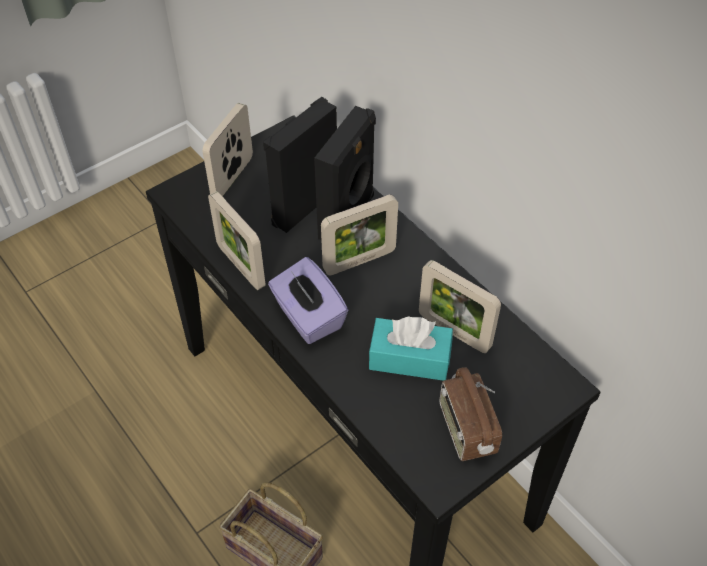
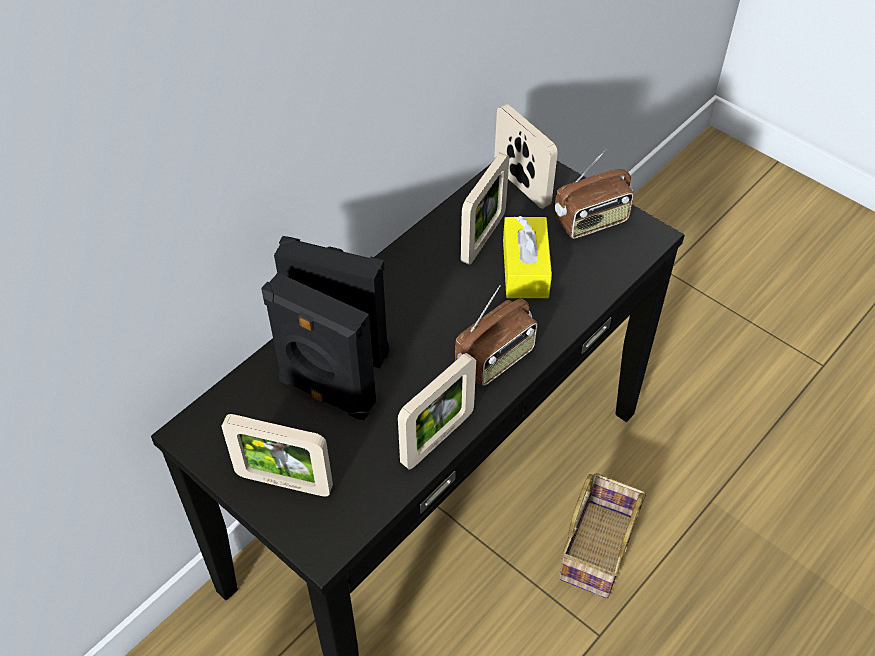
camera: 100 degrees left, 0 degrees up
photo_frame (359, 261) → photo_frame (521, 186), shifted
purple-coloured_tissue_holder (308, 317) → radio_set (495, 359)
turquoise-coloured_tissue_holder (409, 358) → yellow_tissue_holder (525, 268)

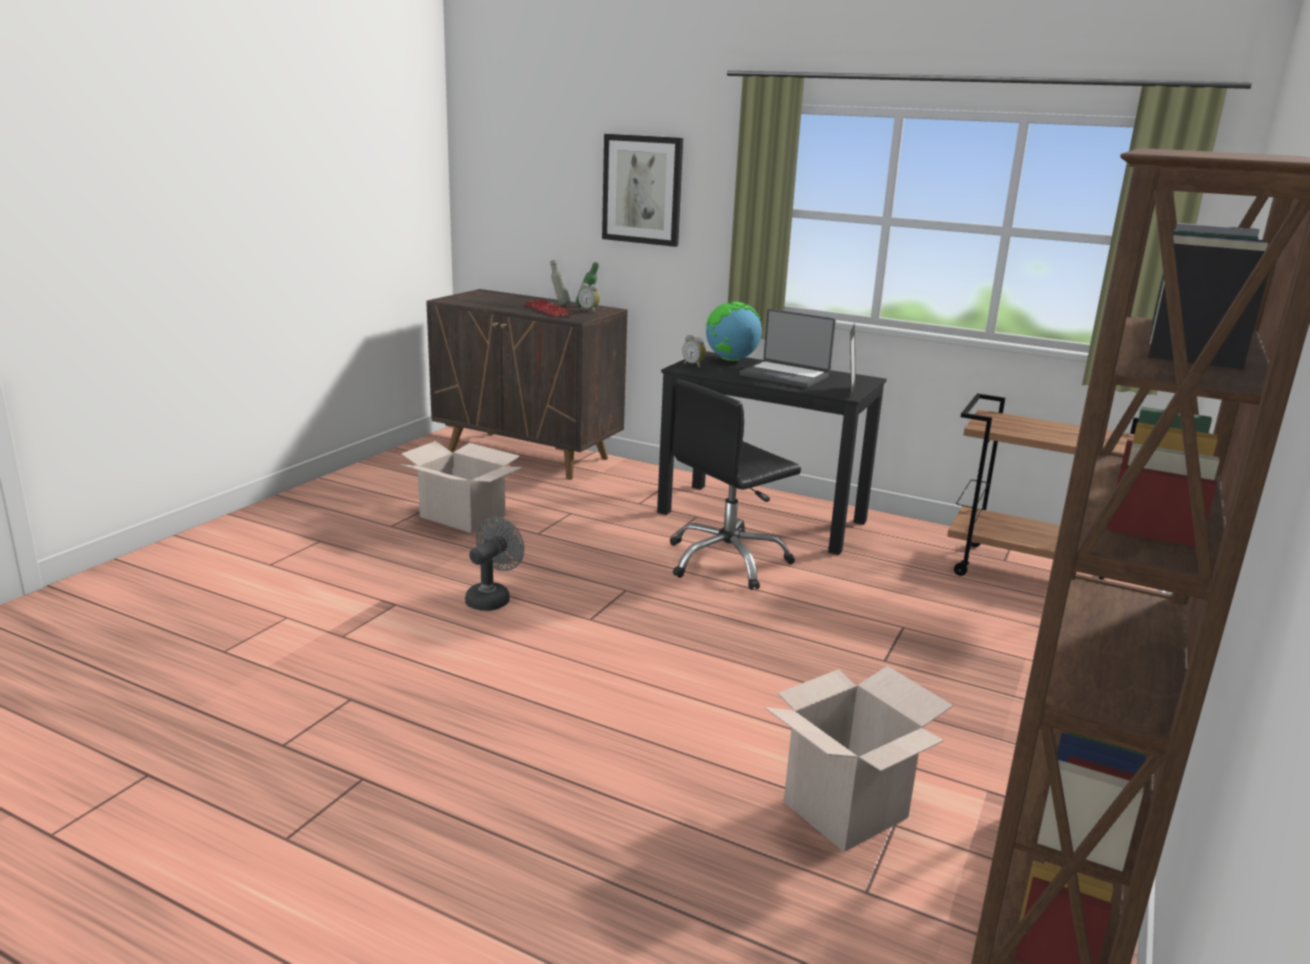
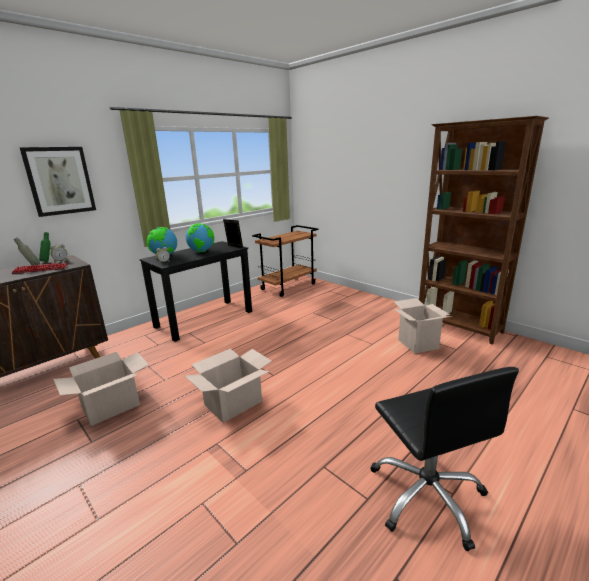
camera: 70 degrees left, 0 degrees up
black_office_chair (727, 561) → black_office_chair (427, 495), shifted
grey_fan (492, 598) → carton (233, 403)
portable_computer (785, 376) → world_globe (201, 251)

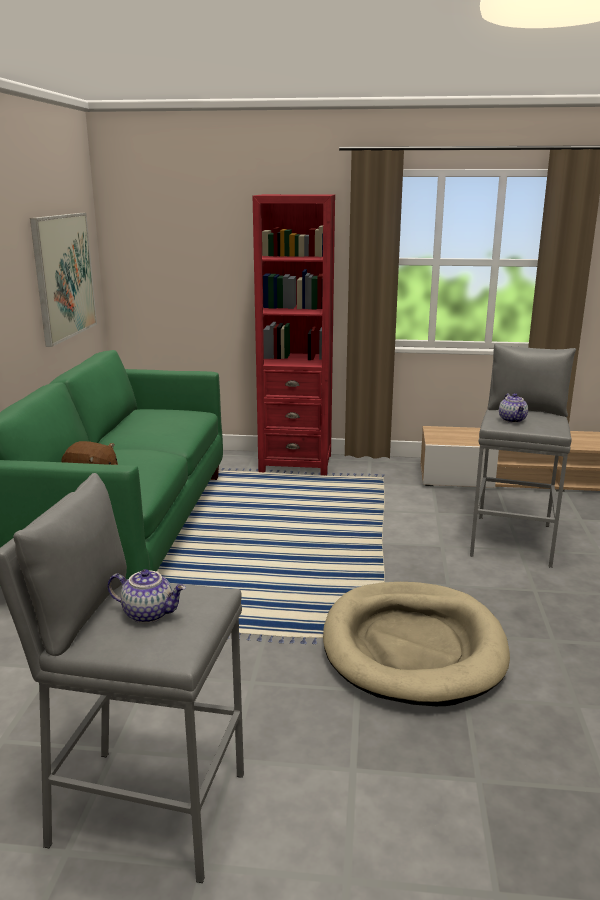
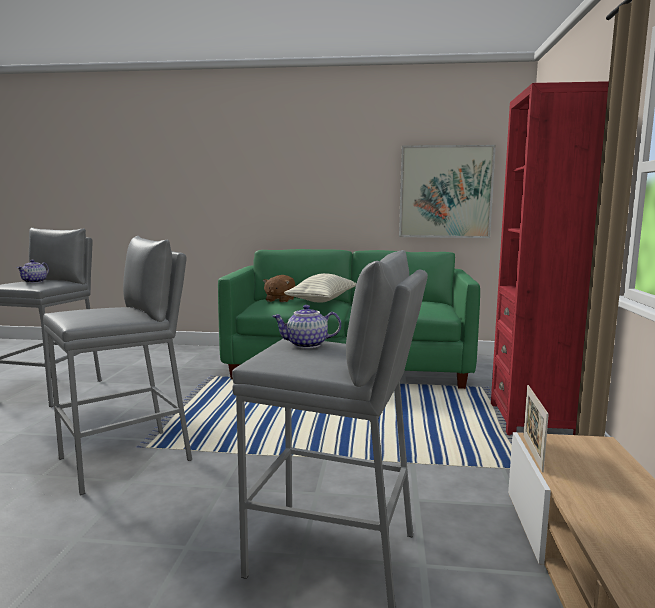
camera: 90 degrees right, 10 degrees down
- → throw_pillow (322, 301)
- → photo_frame (532, 452)
beige_pet_bed (412, 647) → grey_stool (126, 459)

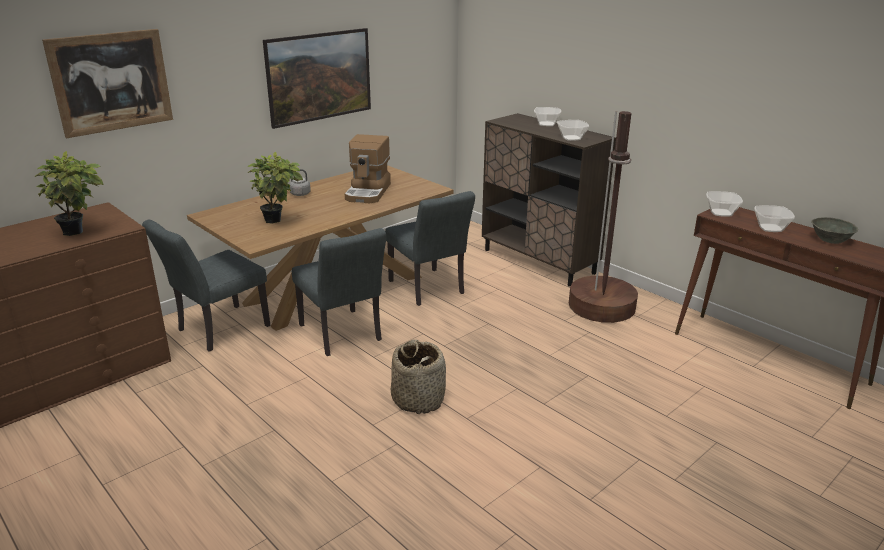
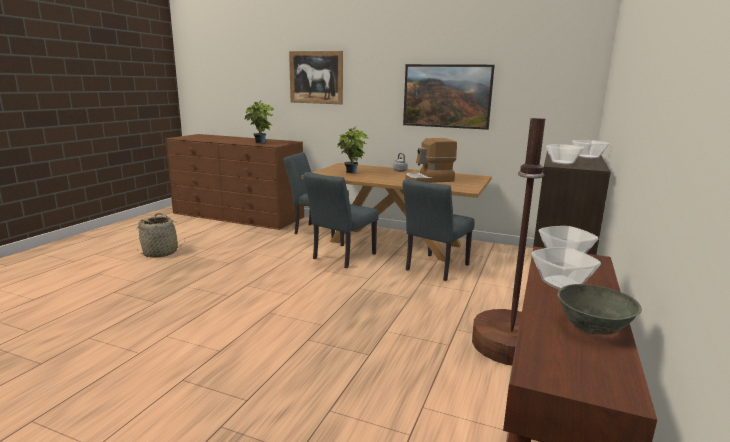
camera: 65 degrees right, 10 degrees down
storage_basket (418, 399) → storage_basket (161, 253), shifted

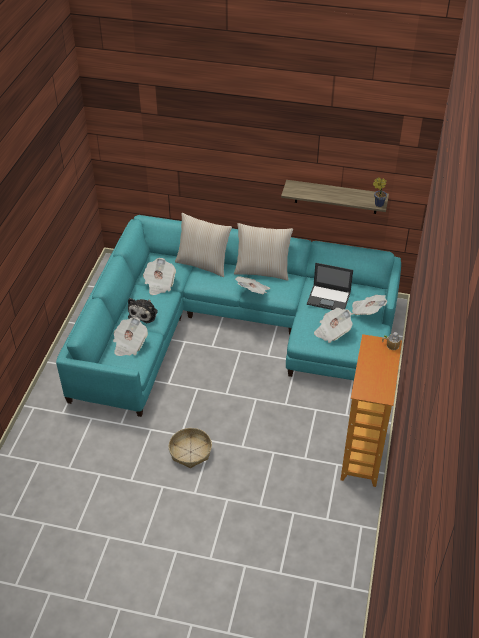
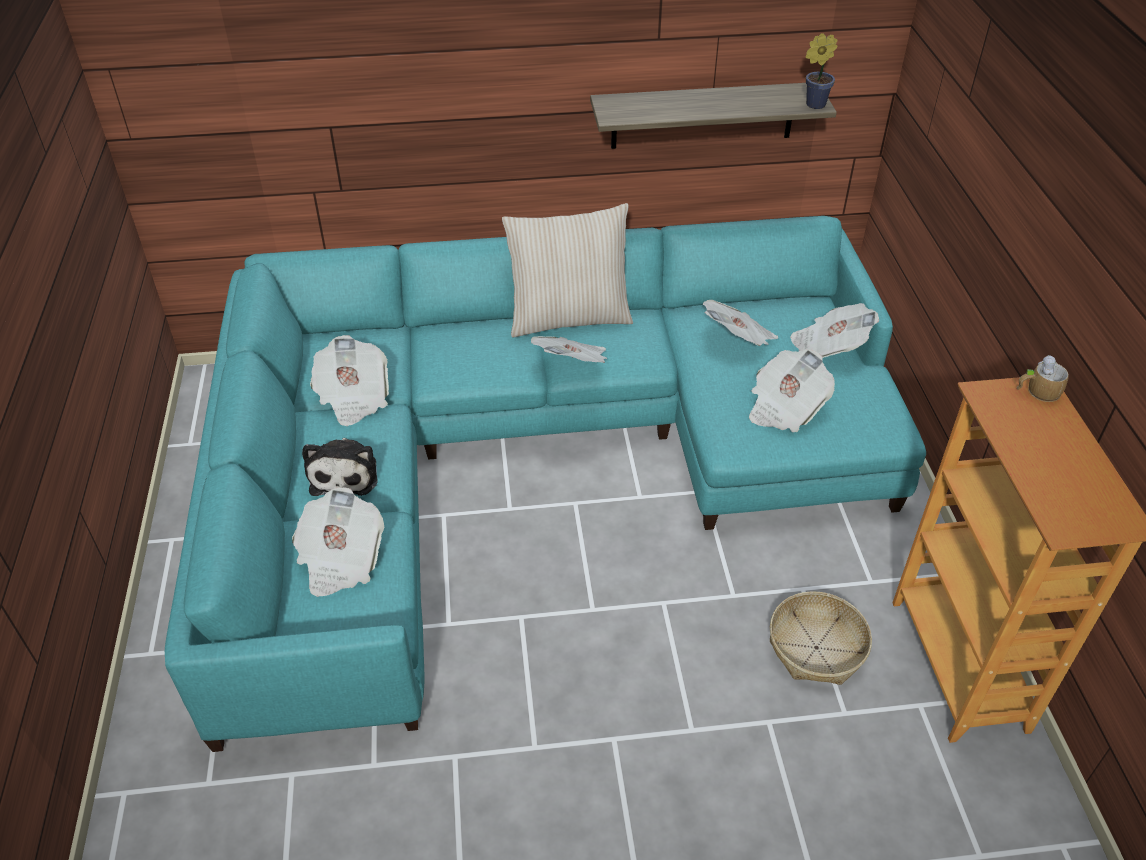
camera: 20 degrees left, 0 degrees up
beige_throw_pillow (203, 264) → -
storage_basket (190, 452) → storage_basket (816, 648), shifted
portable_computer (329, 298) → newspaper (738, 339)

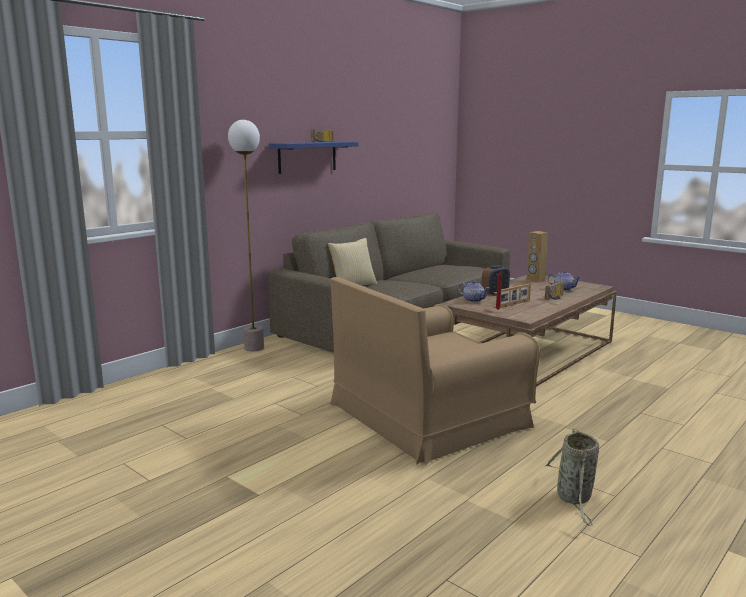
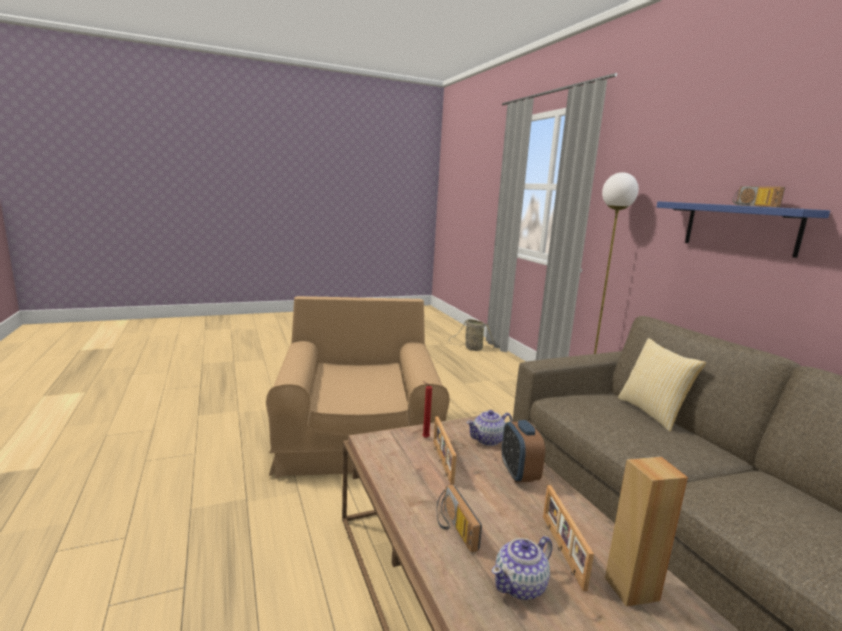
camera: 115 degrees right, 0 degrees up
- → photo_frame (561, 550)
storage_basket (574, 499) → storage_basket (472, 348), shifted

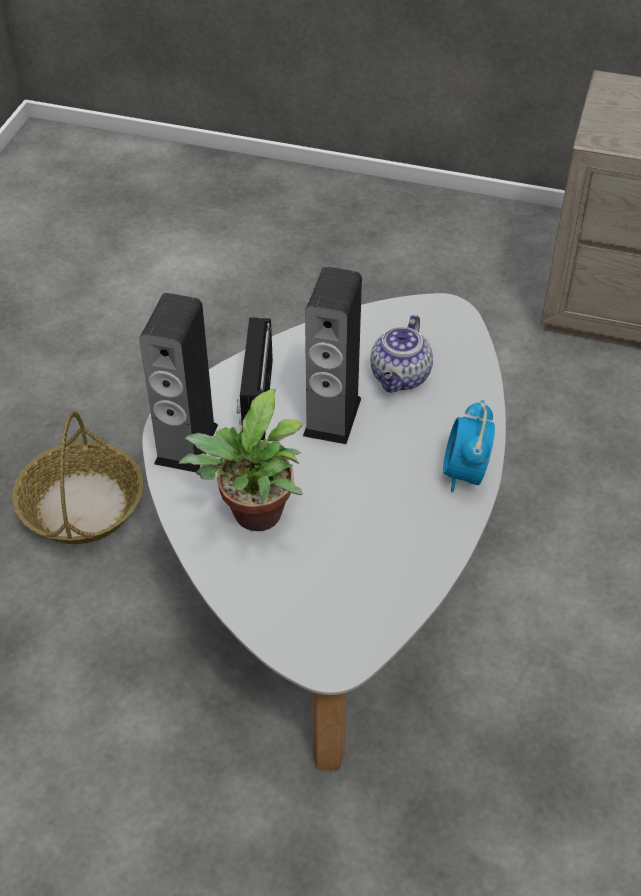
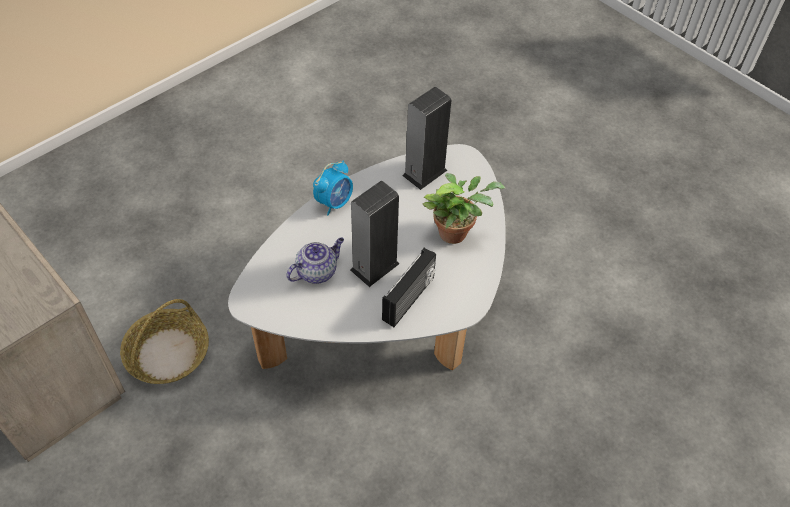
camera: 150 degrees left, 5 degrees up
storage_basket (81, 505) → storage_basket (168, 354), shifted
audio_speaker (186, 444) → audio_speaker (424, 173), shifted

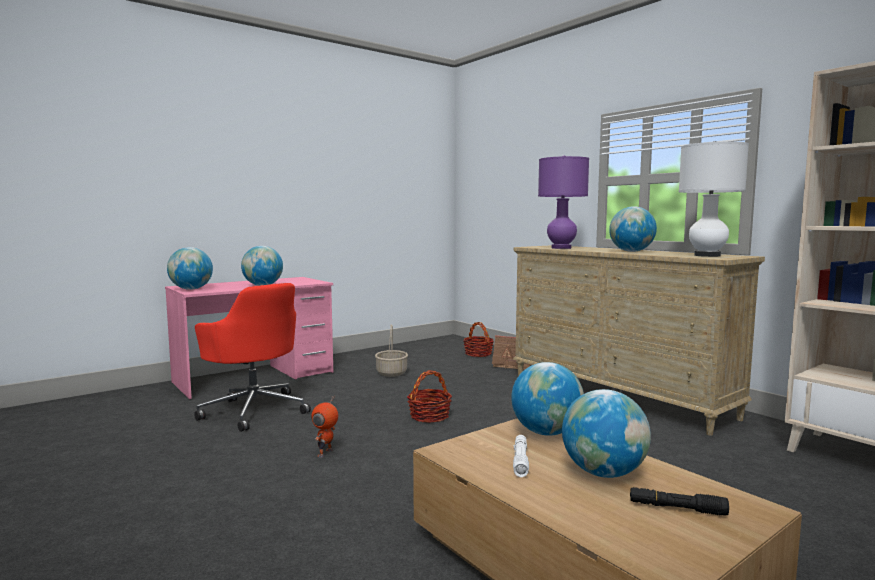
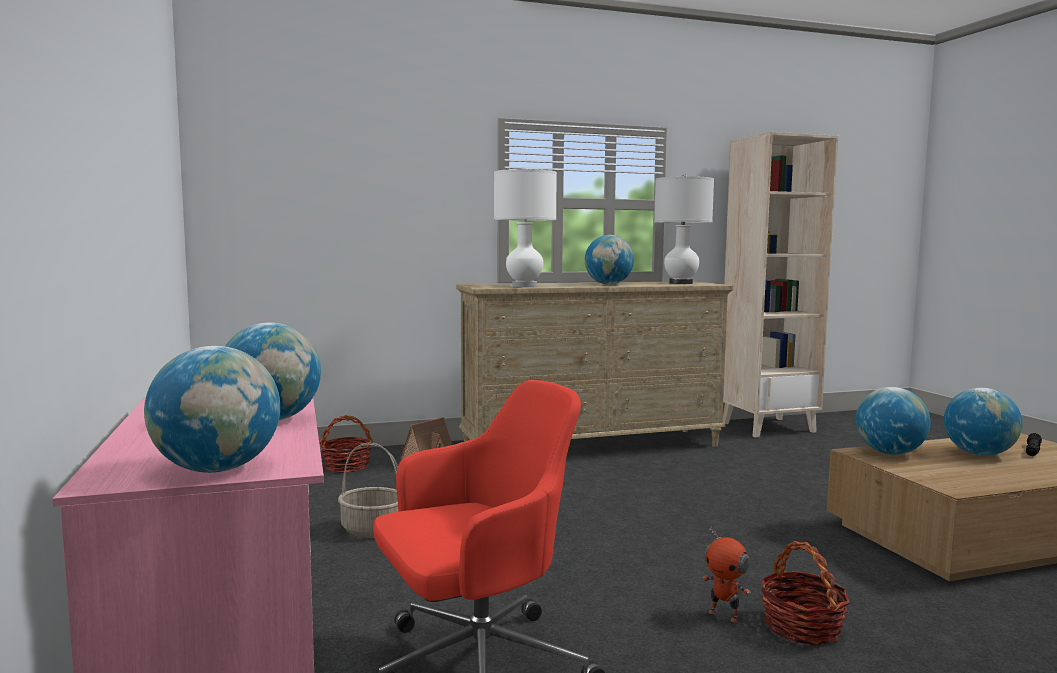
camera: 70 degrees left, 0 degrees up
white-coloured_flashlight (520, 461) → -
storage_basket (429, 416) → storage_basket (801, 627), shifted
purple-coloured_tabletop_lamp (561, 248) → white-coloured_tabletop_lamp (524, 286)

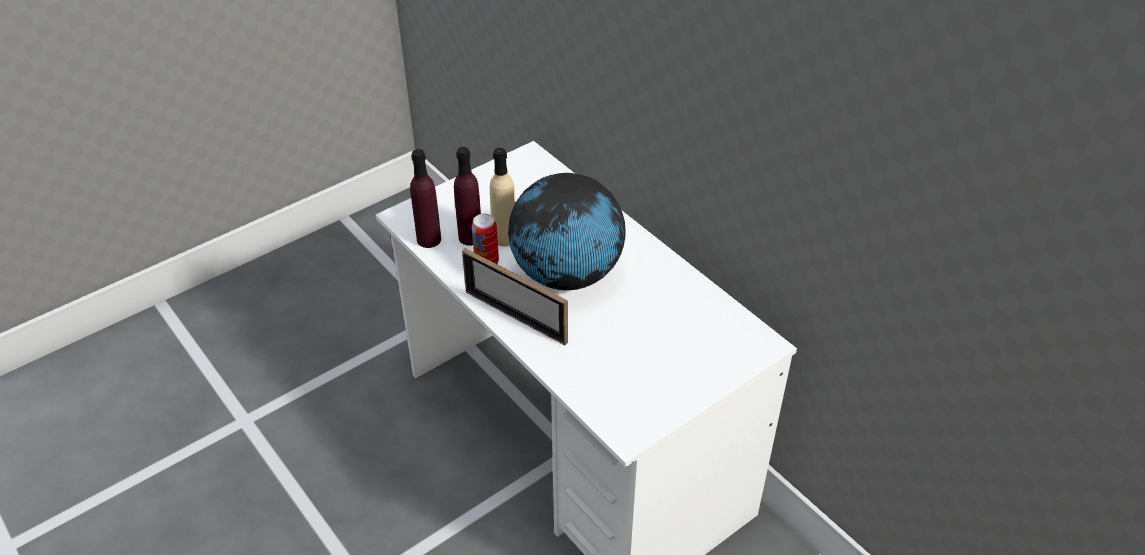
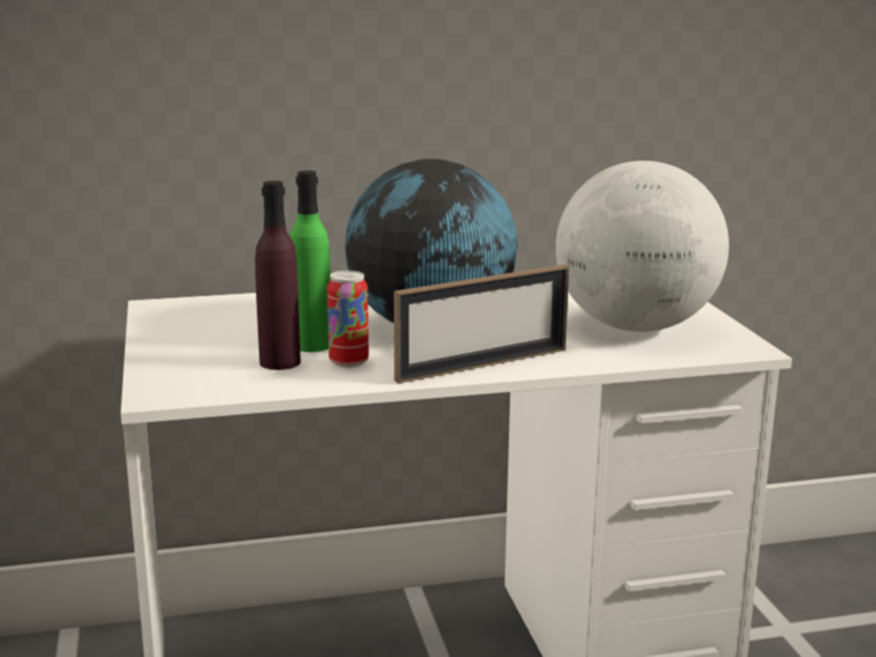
camera: 65 degrees left, 25 degrees down
purple-coloured_bottle (429, 239) → -
- → world_globe (635, 327)
beige_bottle (505, 238) → greenish_bottle (312, 345)

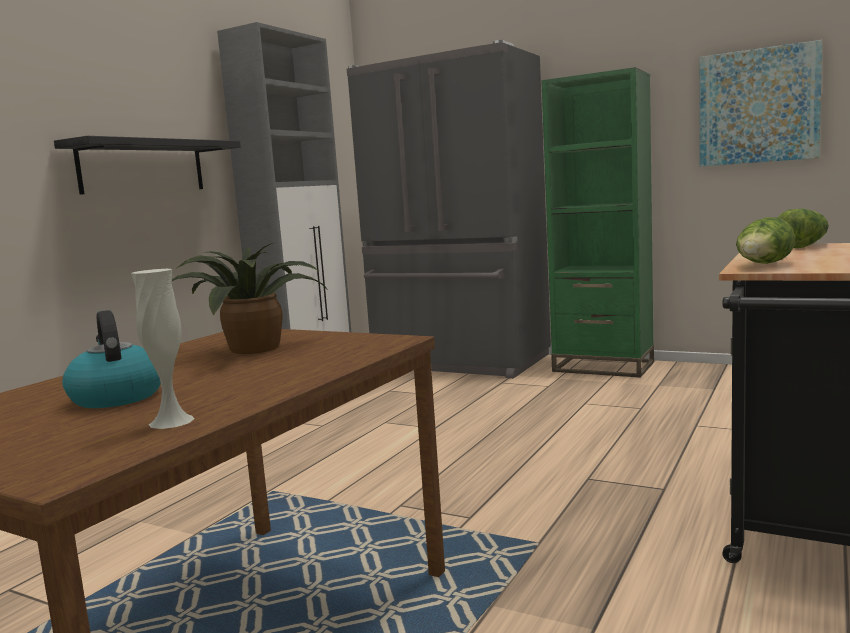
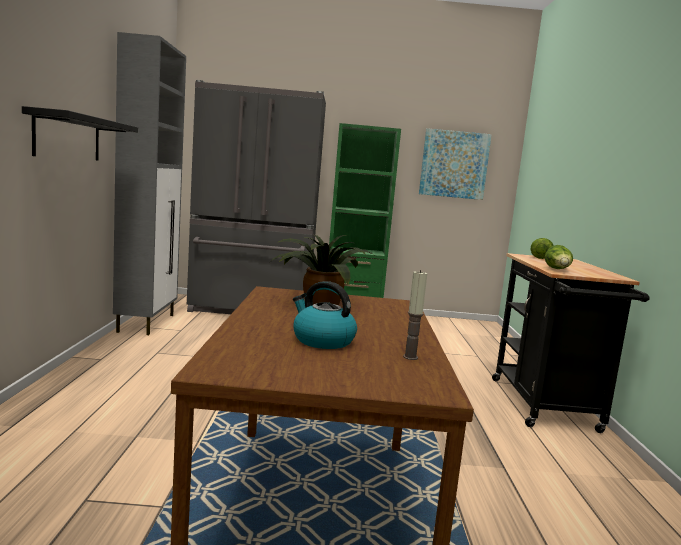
camera: 30 degrees left, 0 degrees up
white-coloured_decorative_vase (171, 421) → candle (410, 357)

